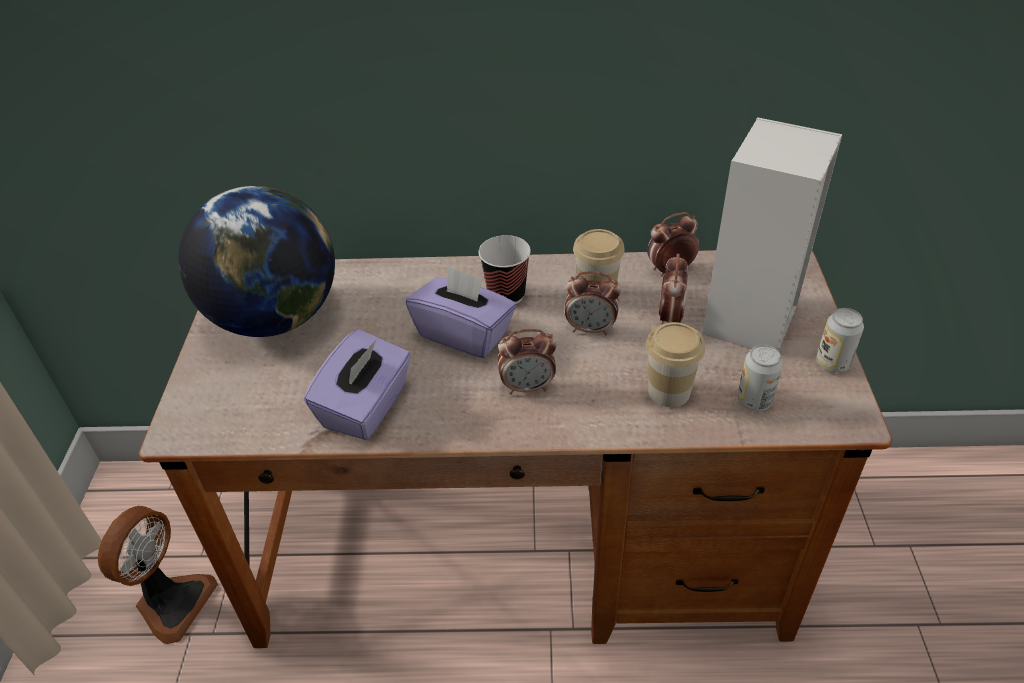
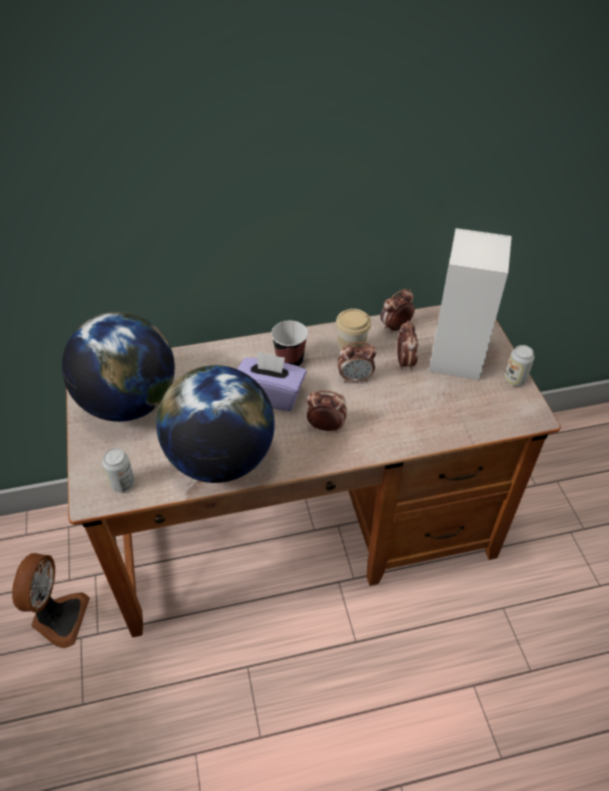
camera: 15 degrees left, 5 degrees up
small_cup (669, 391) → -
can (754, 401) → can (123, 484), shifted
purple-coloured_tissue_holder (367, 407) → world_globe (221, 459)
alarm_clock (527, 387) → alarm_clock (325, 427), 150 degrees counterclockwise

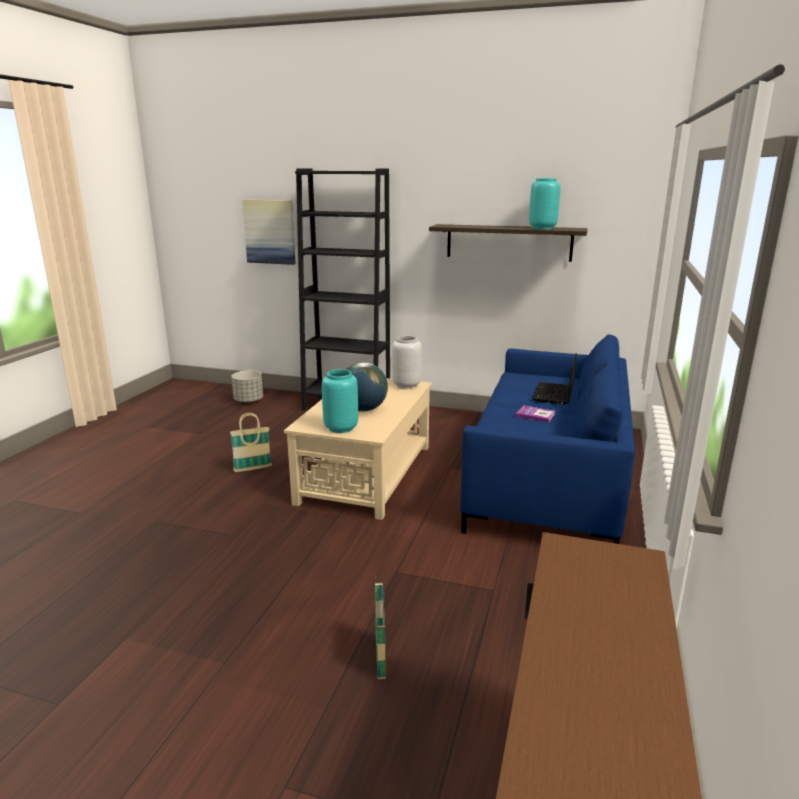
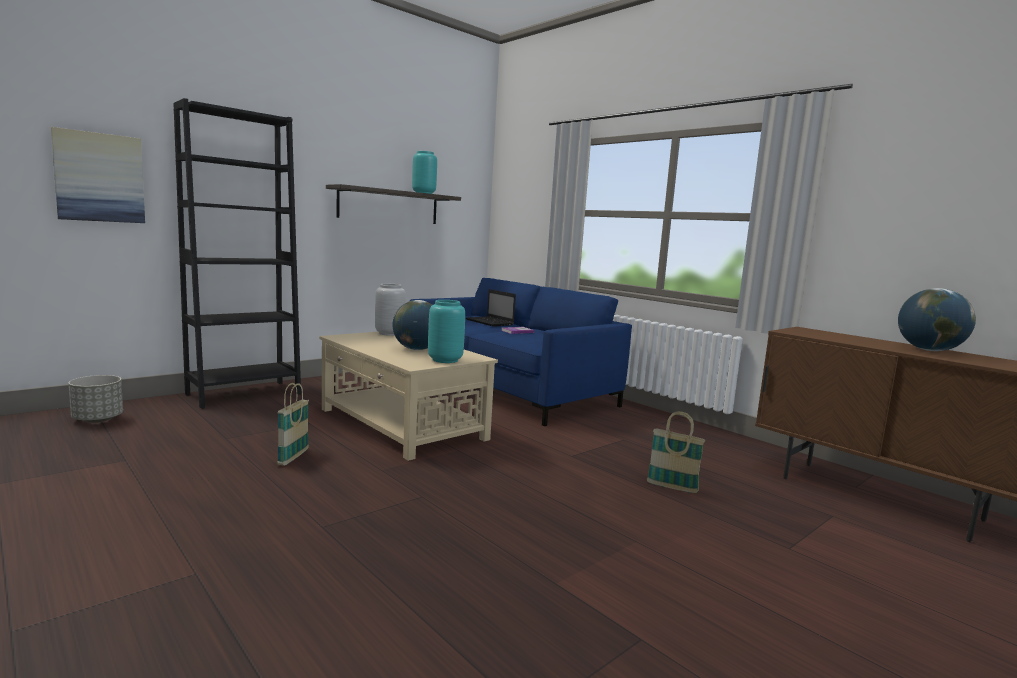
camera: 60 degrees left, 10 degrees down
- → world_globe (929, 350)

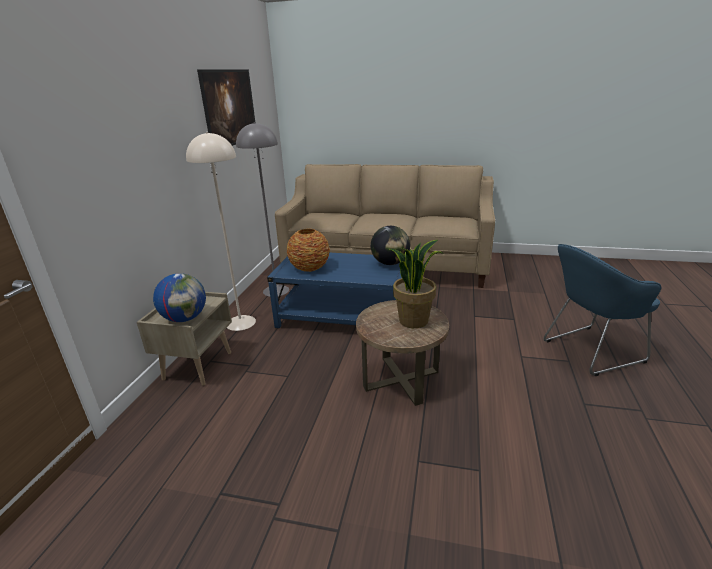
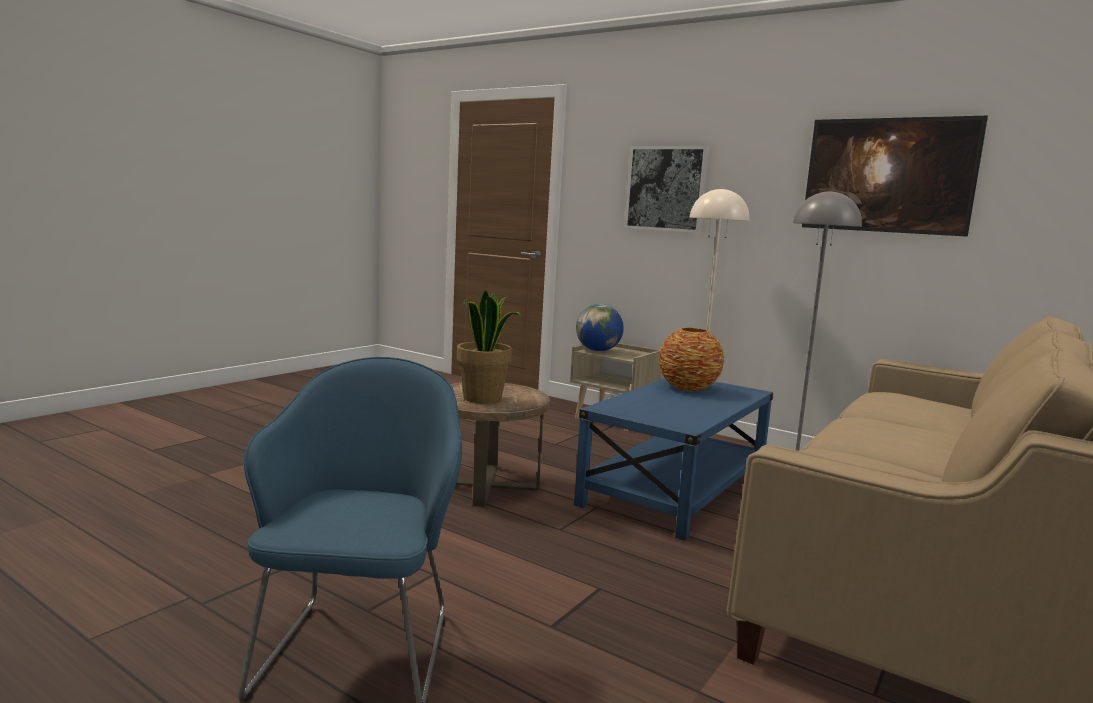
camera: 110 degrees right, 15 degrees down
world_globe (390, 263) → -
- → wall_picture (666, 189)

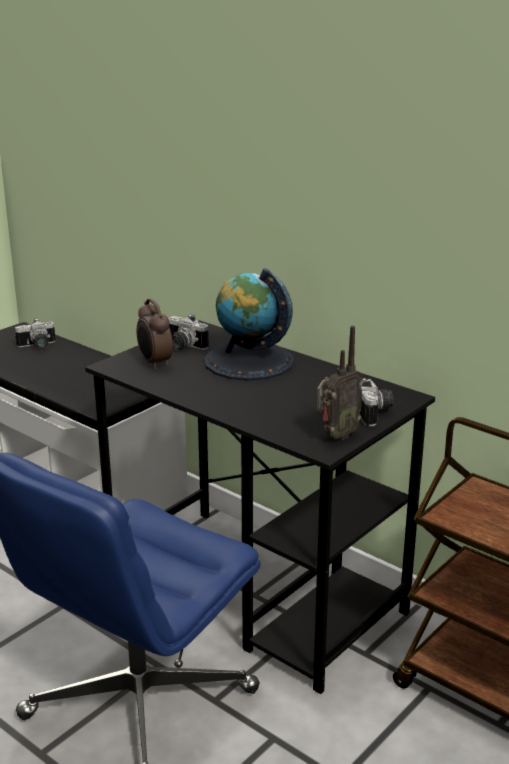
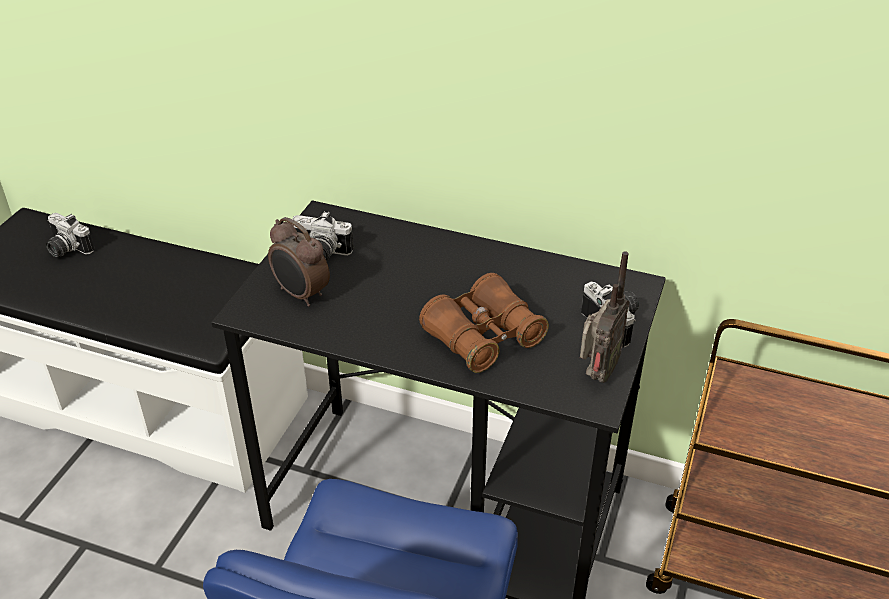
camera: 20 degrees left, 15 degrees up
world_globe (248, 361) → -
- → brown_pair_of_binoculars (483, 337)
photo_camera (37, 346) → photo_camera (66, 249), 75 degrees clockwise

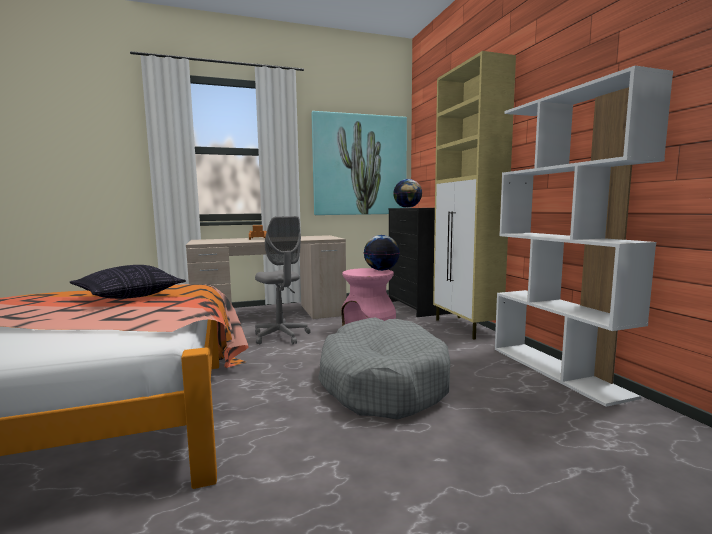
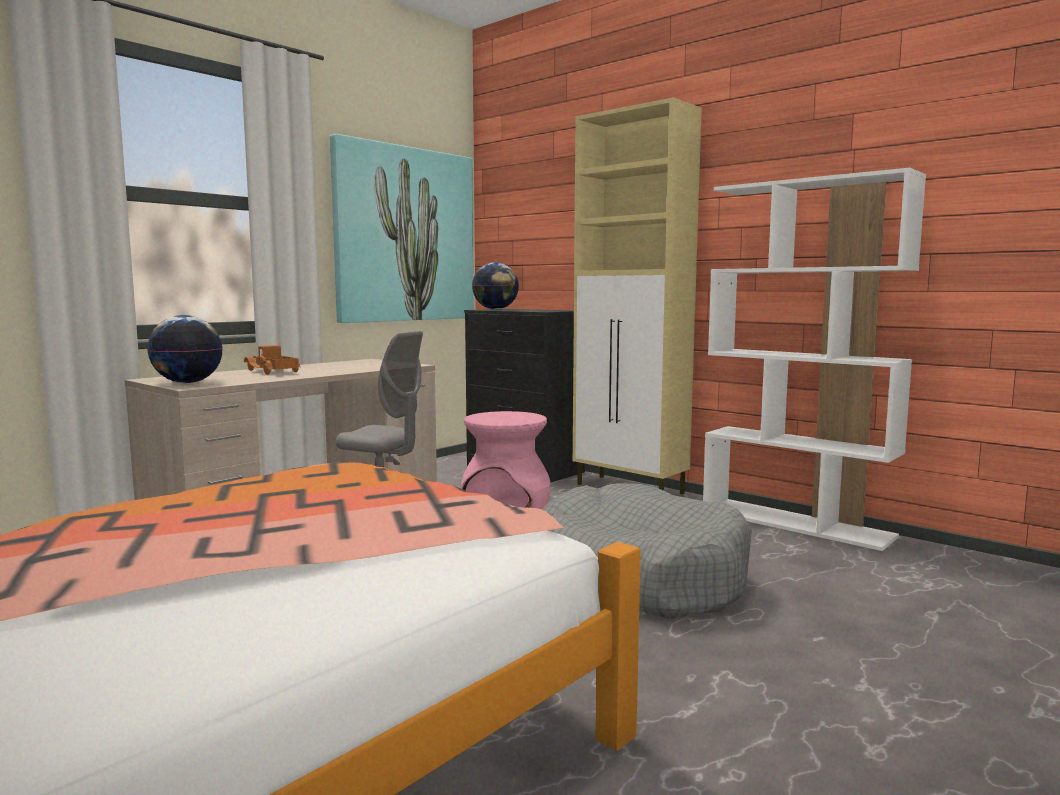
camera: 30 degrees left, 0 degrees up
throw_pillow (128, 296) → -
world_globe (381, 270) → world_globe (188, 382), shifted

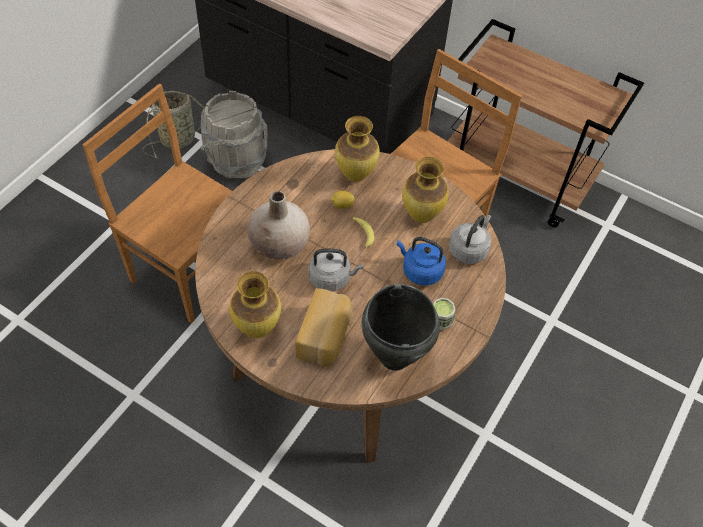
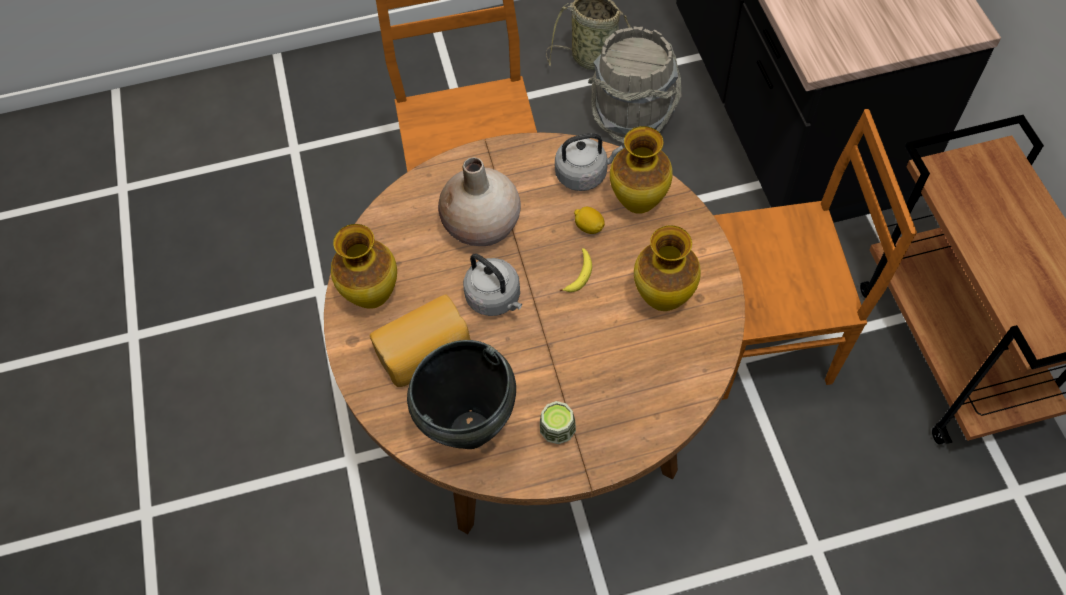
camera: 50 degrees right, 5 degrees up
blue_water_kettle (420, 271) → -
grey_water_kettle (469, 249) → grey_water_kettle (584, 174), shifted

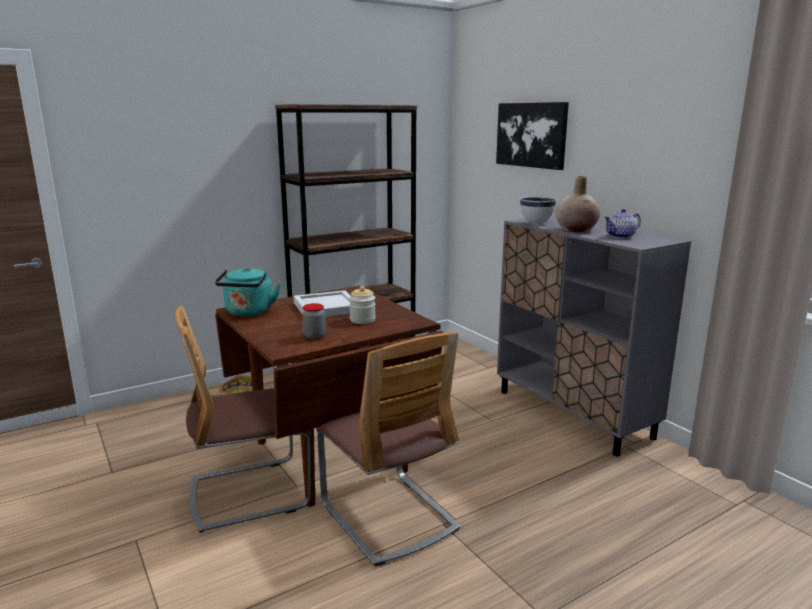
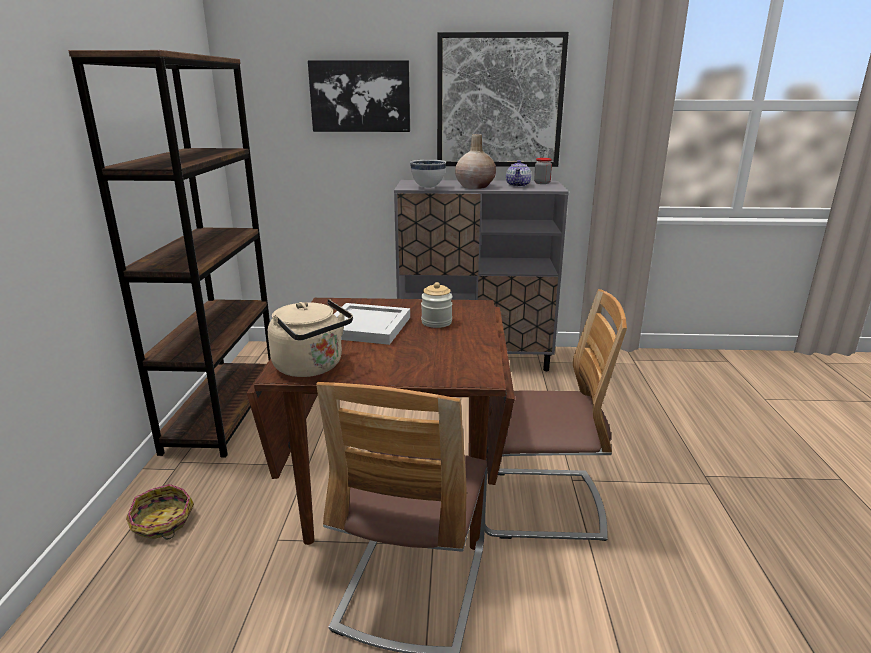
camera: 55 degrees left, 5 degrees up
- → wall_picture (499, 101)
storage_jar (314, 336) → storage_jar (542, 183), shifted
turquoise-coloured_water_kettle (249, 313) → beige_water_kettle (312, 367)

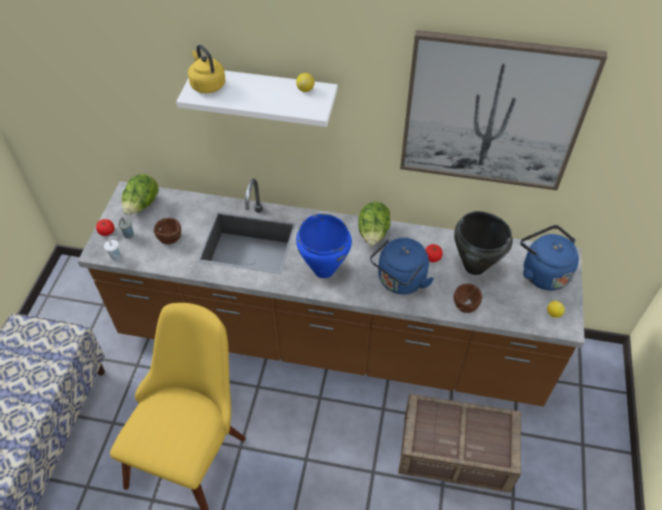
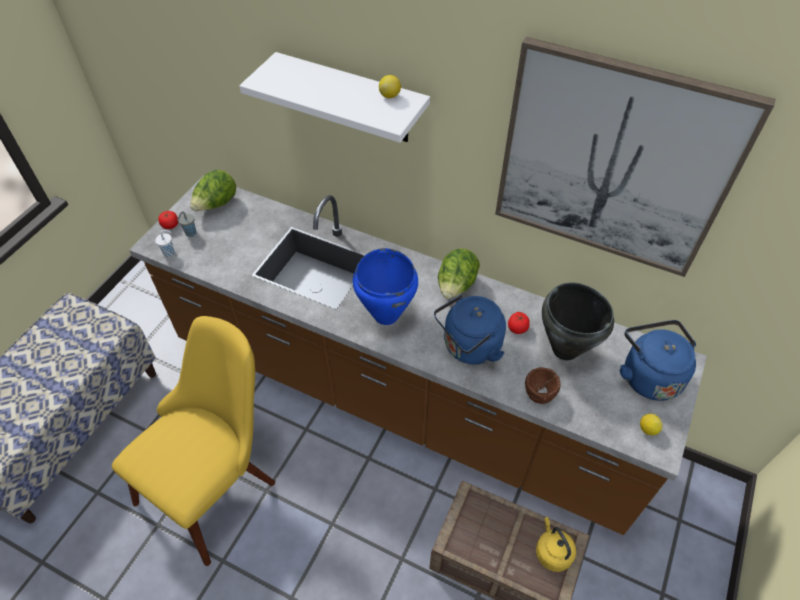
camera: 15 degrees right, 0 degrees up
brown_serving_bowl (170, 238) → -
yellow_water_kettle (207, 84) → yellow_water_kettle (552, 552), shifted

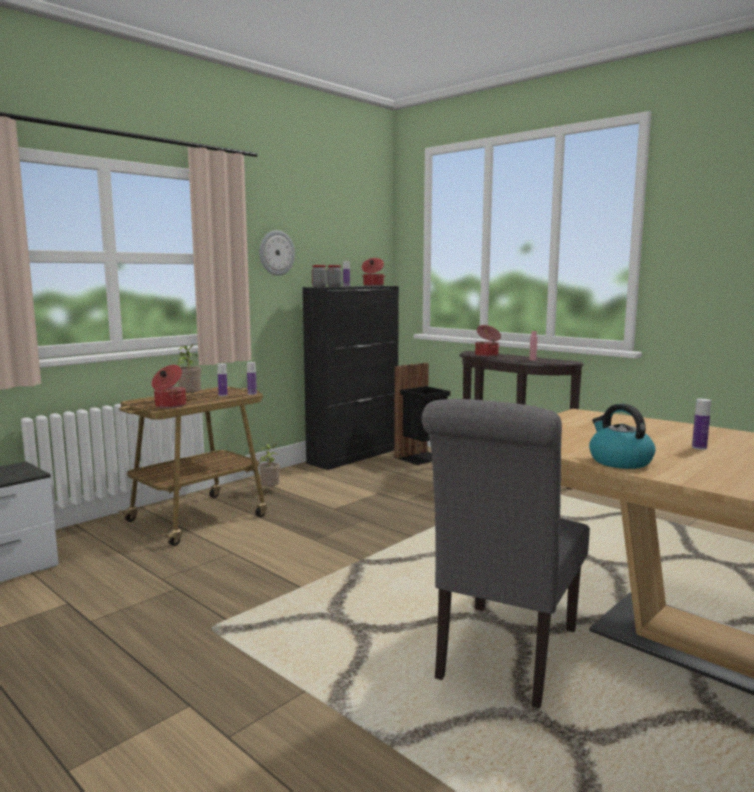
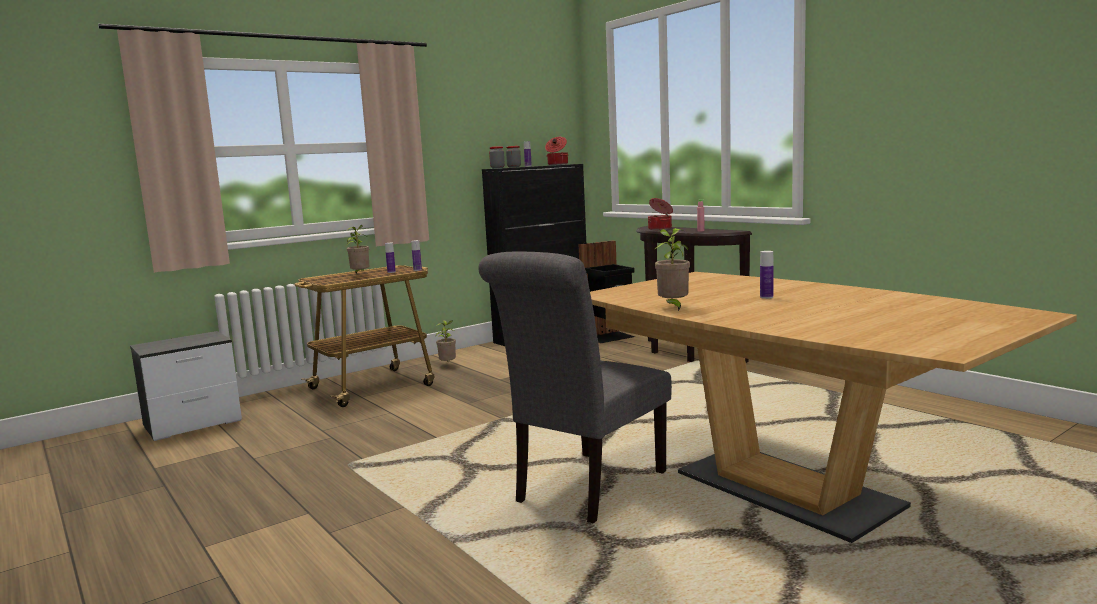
camera: 10 degrees right, 0 degrees up
saucepot (169, 406) → -
clock_on_the_wall (276, 253) → -
water_kettle (619, 461) → houseplant (673, 308)

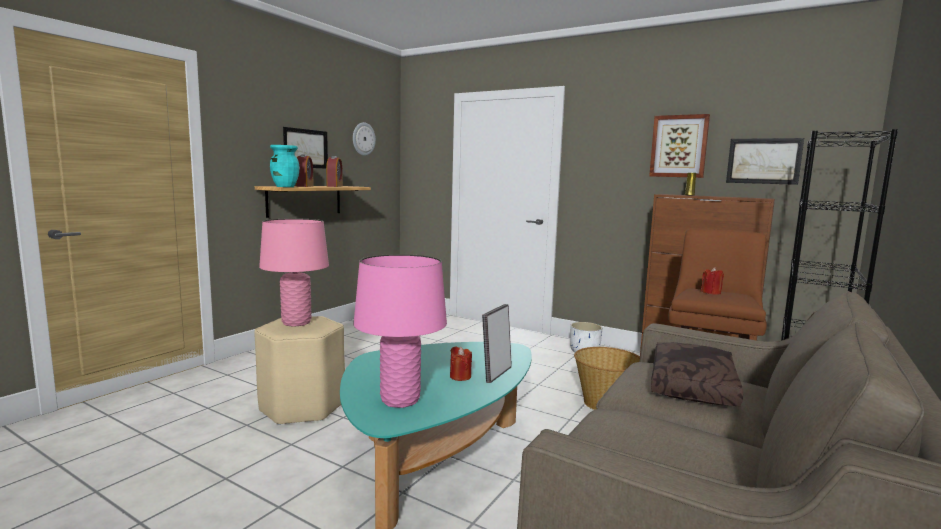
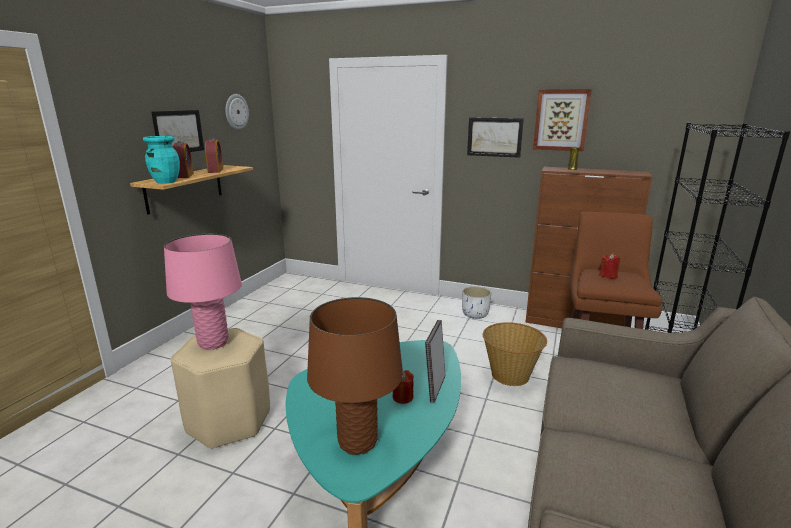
camera: 10 degrees left, 10 degrees up
brown_throw_pillow (694, 386) → -
wall_picture (763, 161) → wall_picture (494, 137), shifted
pink_tabletop_lamp (400, 400) → brown_tabletop_lamp (357, 442)

